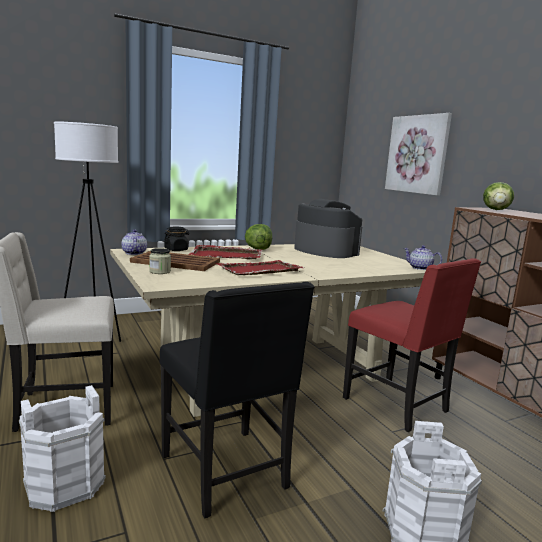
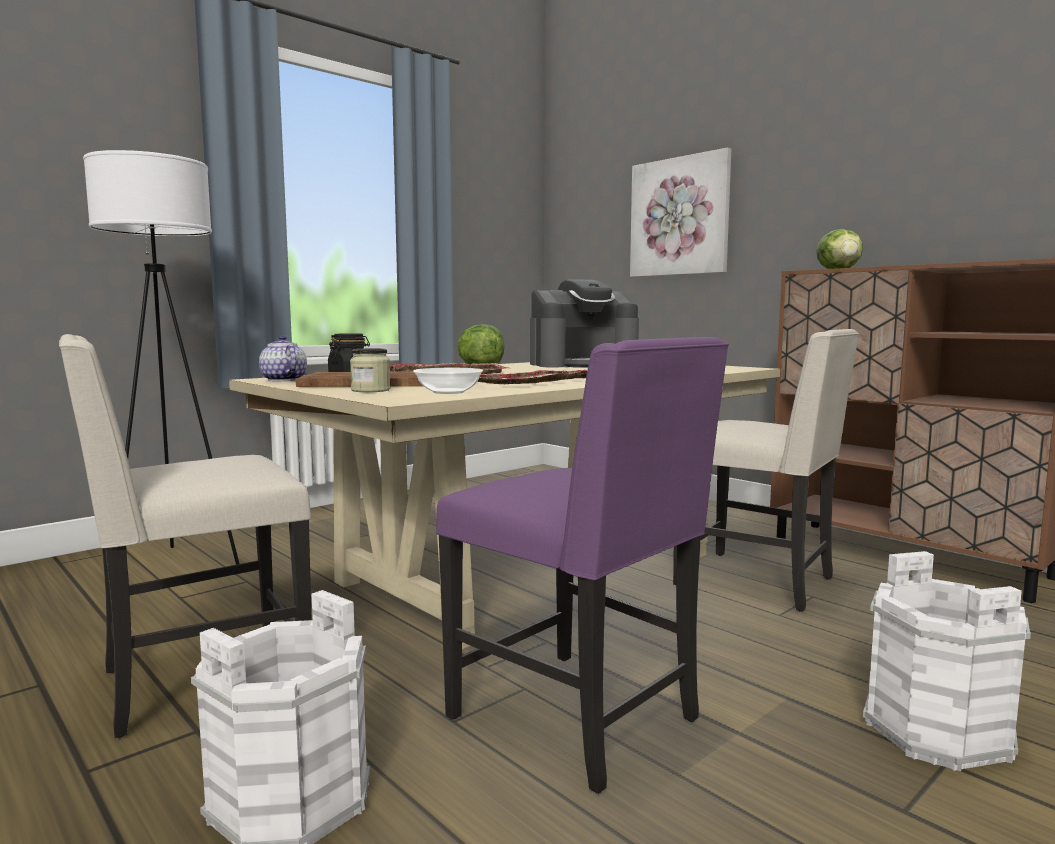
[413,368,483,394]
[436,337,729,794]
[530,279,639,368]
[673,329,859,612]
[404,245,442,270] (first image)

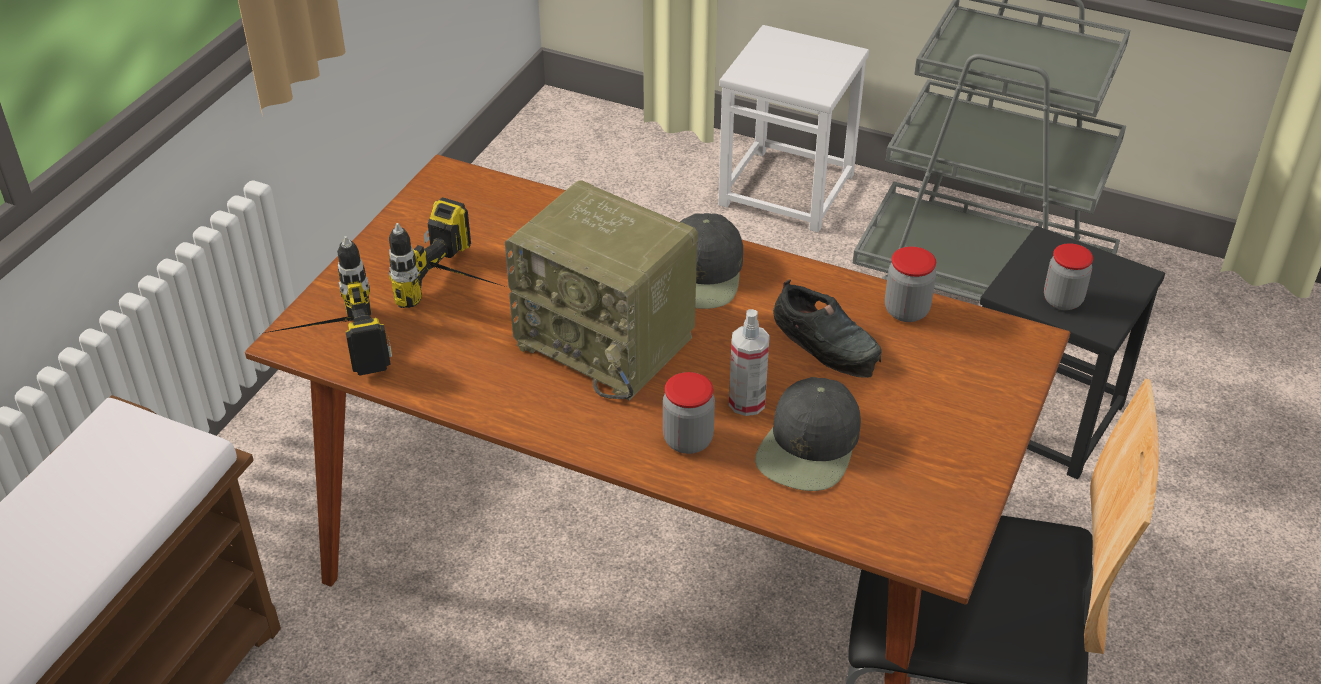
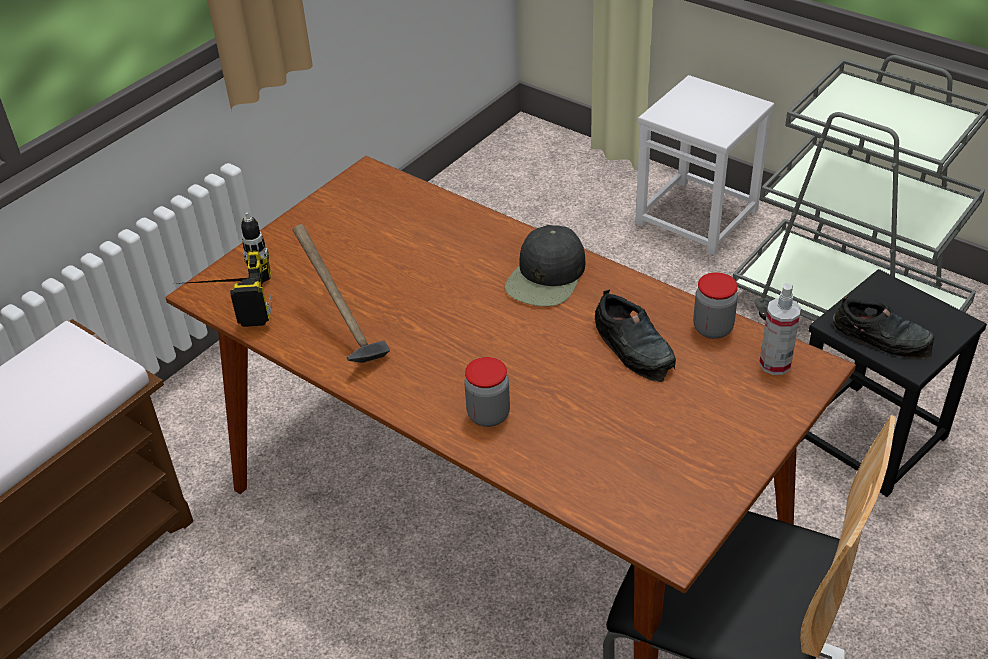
[293,224,390,363]
[759,283,801,375]
[833,296,934,359]
[389,197,506,308] (first image)
[505,180,698,401] (first image)
[755,377,861,491] (first image)

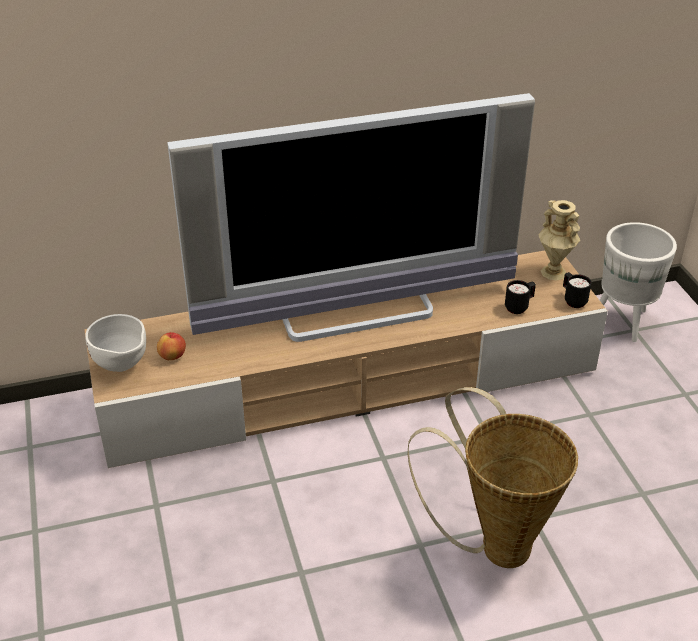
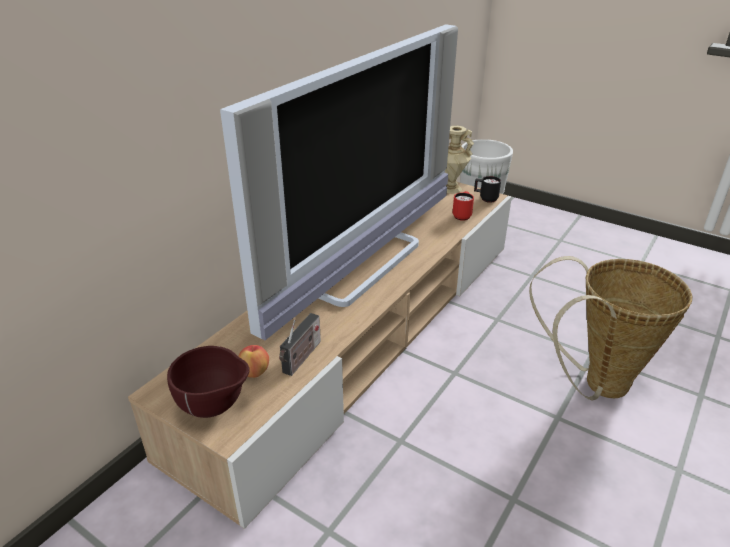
[167,346,250,418]
[279,313,321,376]
[453,191,474,221]

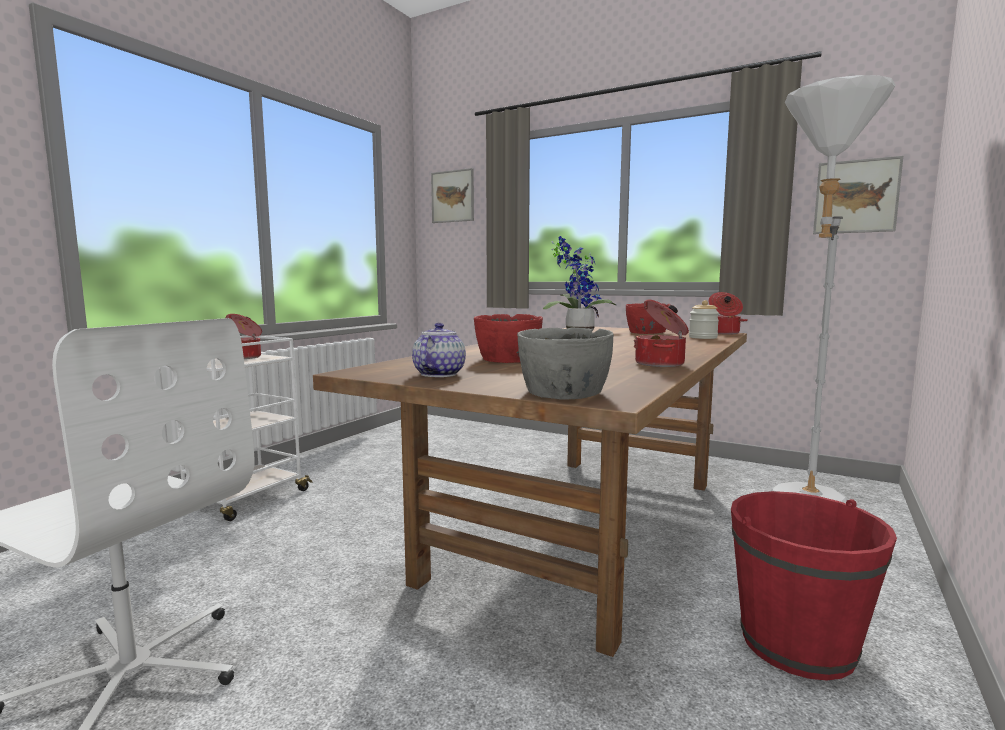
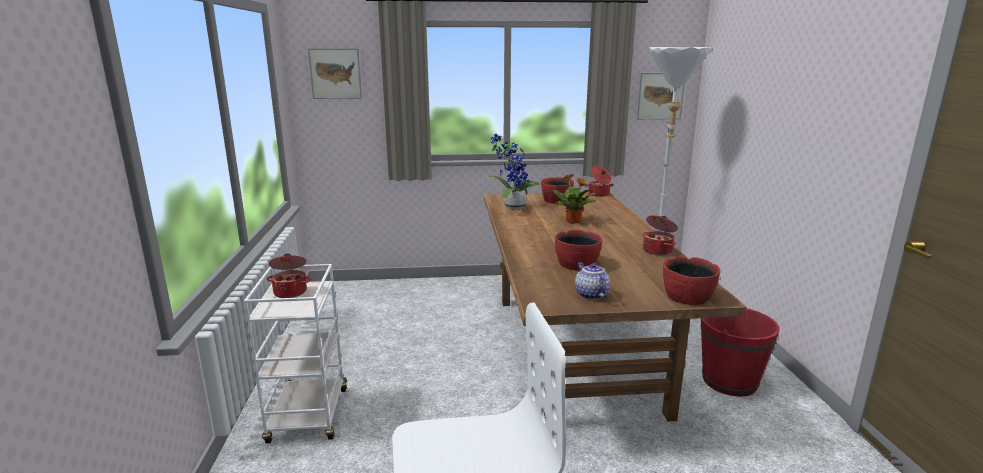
[553,174,596,224]
[663,257,720,305]
[689,300,719,339] (first image)

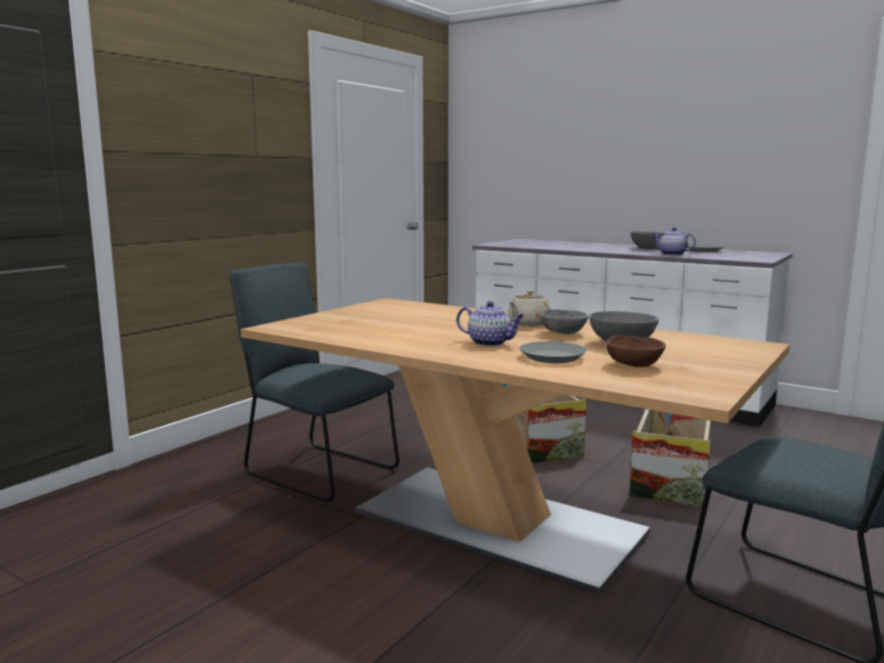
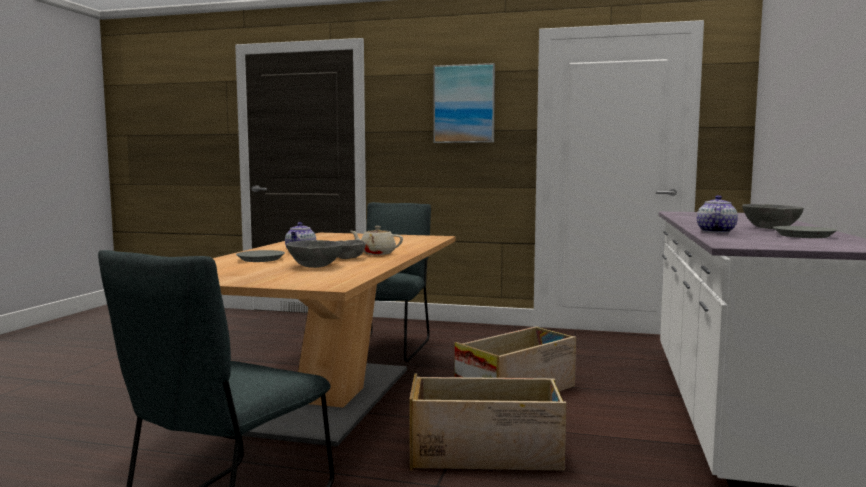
[433,63,495,143]
[606,335,666,367] (first image)

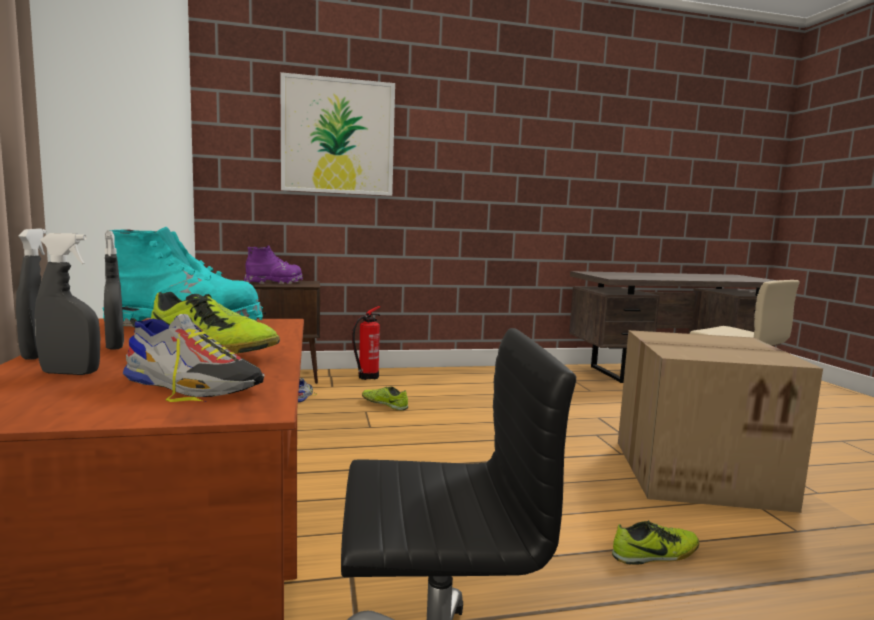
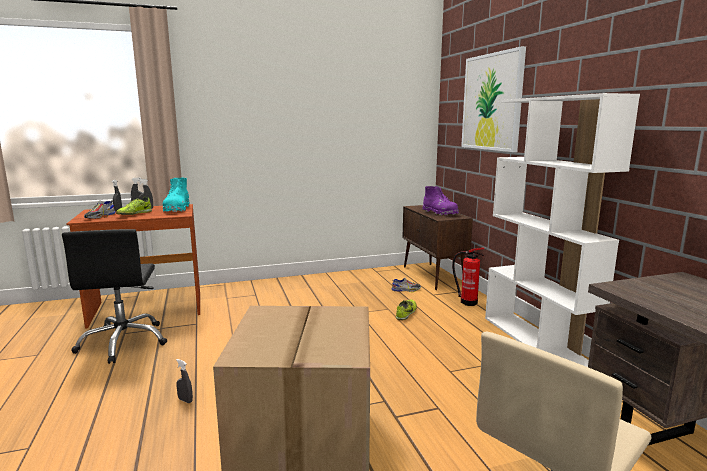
[176,359,193,403]
[485,93,640,367]

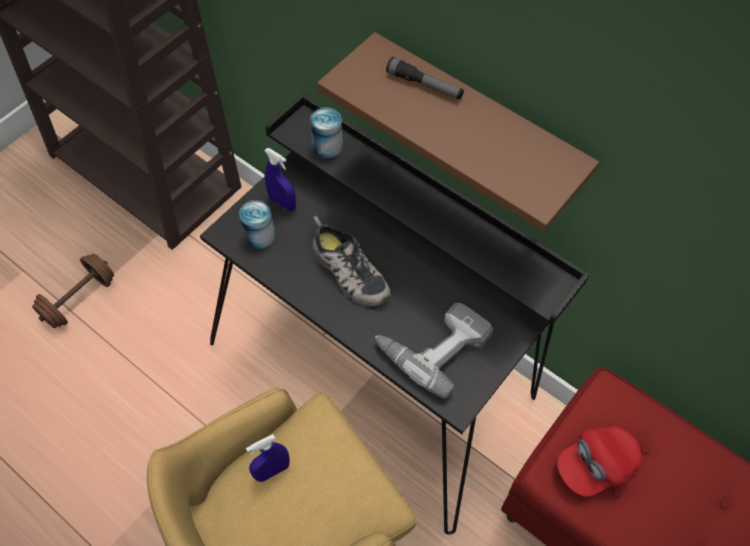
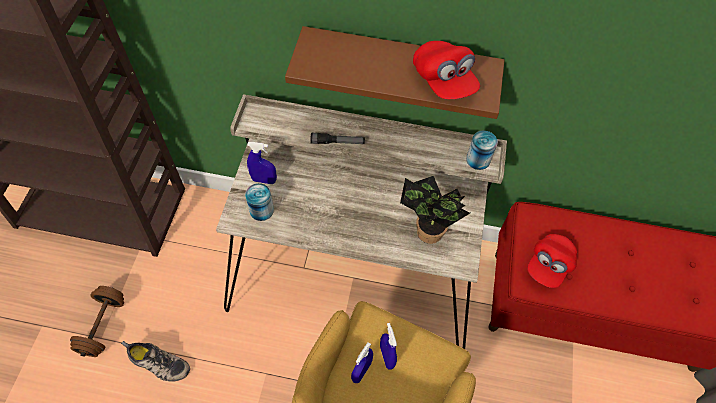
[121,341,190,382]
[216,94,507,349]
[310,133,365,144]
[380,323,397,370]
[400,176,470,244]
[413,41,480,99]
[466,131,498,170]

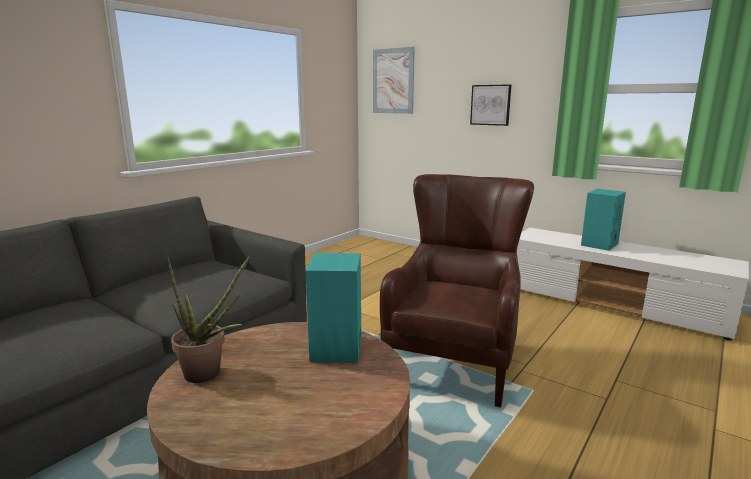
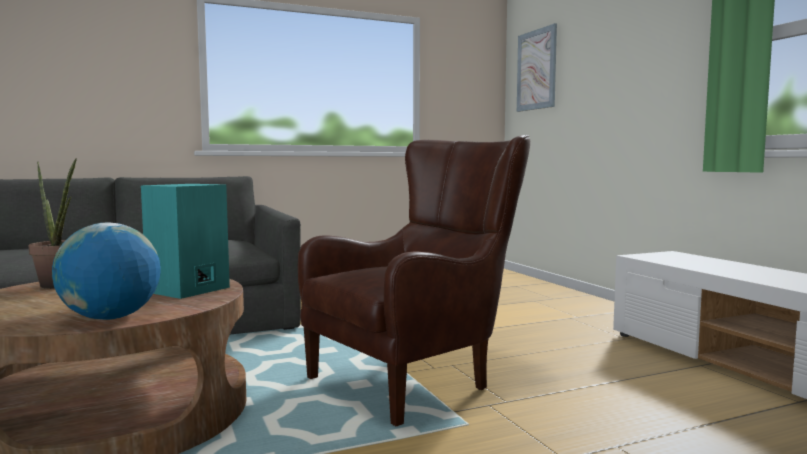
[52,222,161,320]
[470,84,511,126] (first image)
[581,189,626,251] (first image)

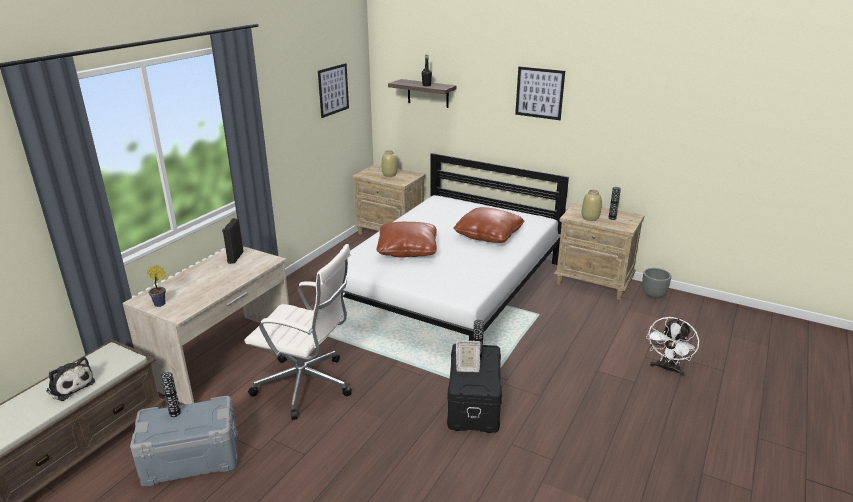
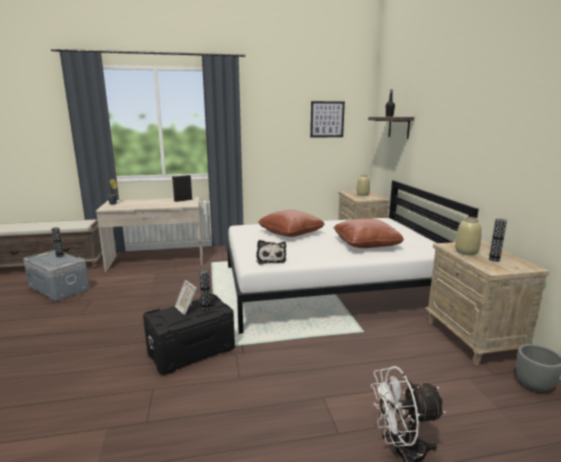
[256,240,286,264]
[244,244,352,420] (first image)
[515,67,565,120] (first image)

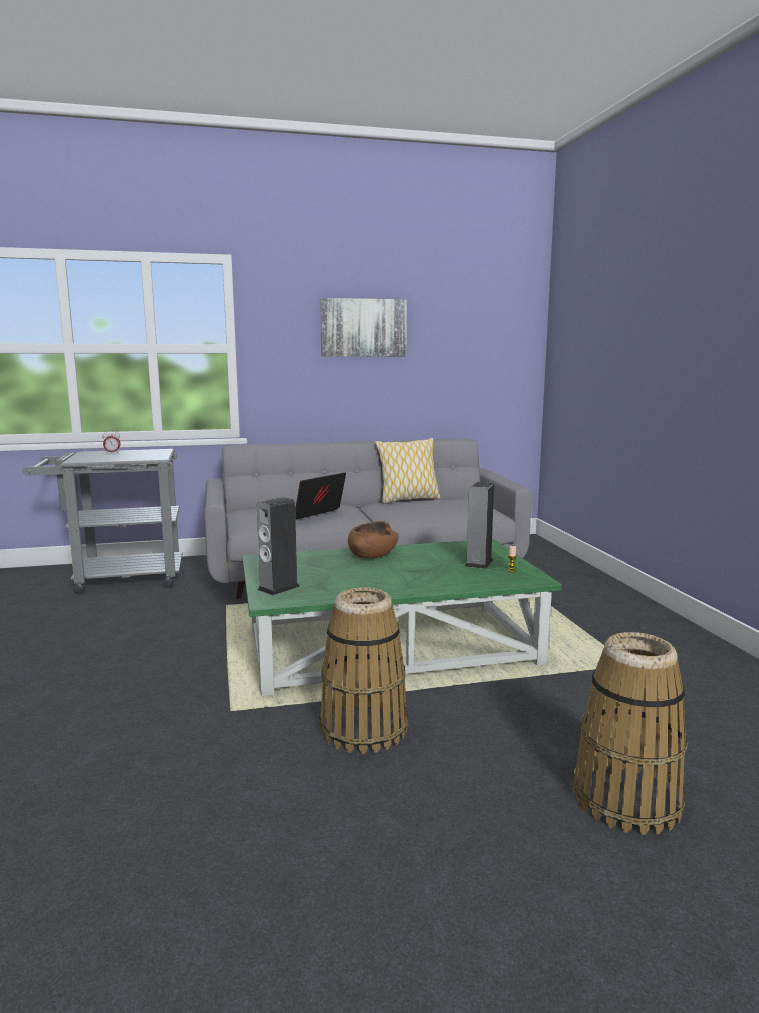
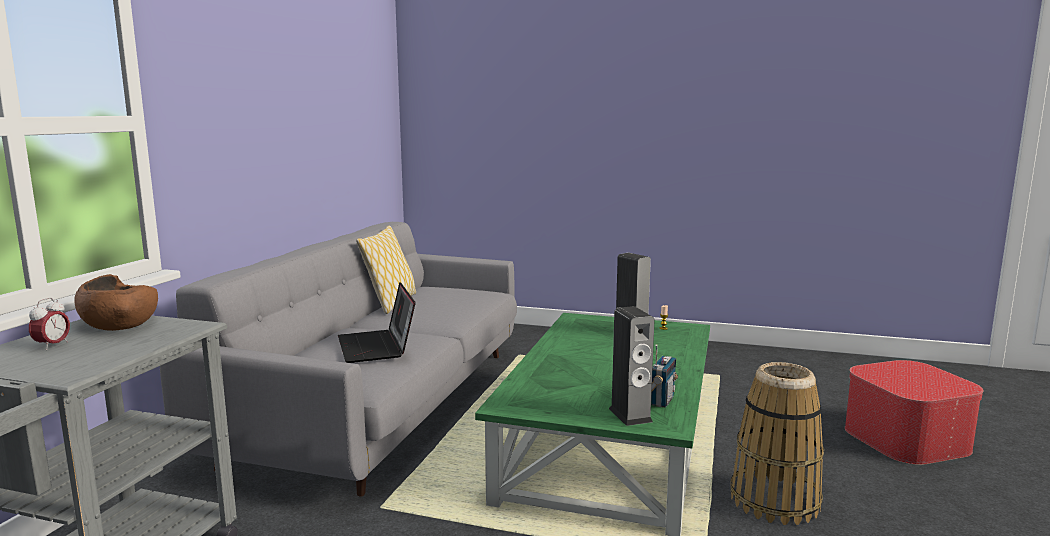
[74,274,158,331]
[651,344,678,408]
[845,360,984,465]
[320,298,407,357] (first image)

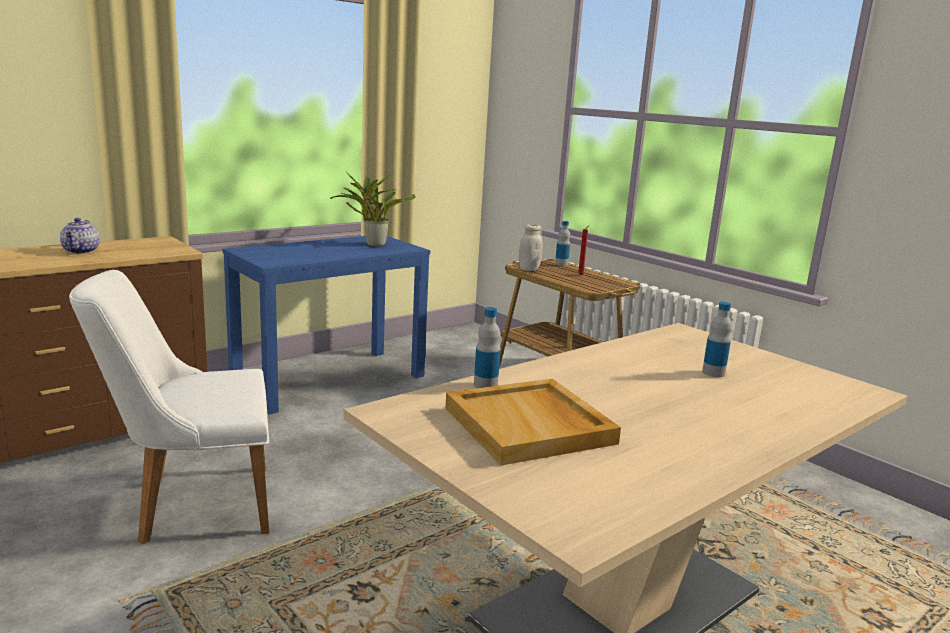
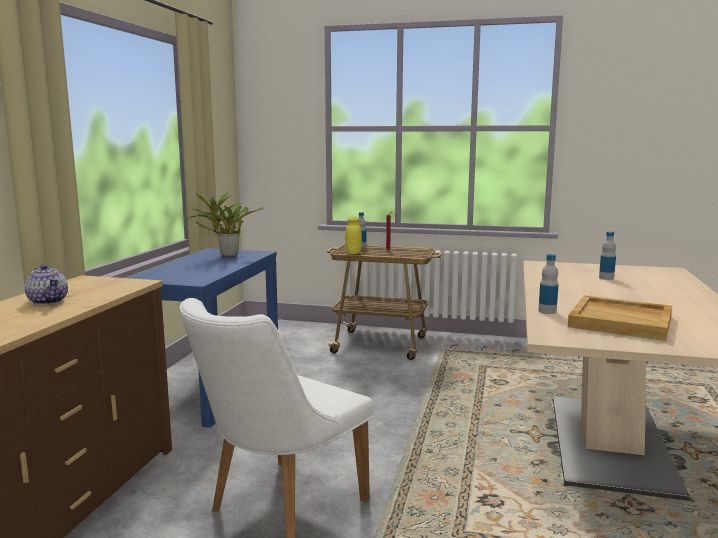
[345,217,362,254]

